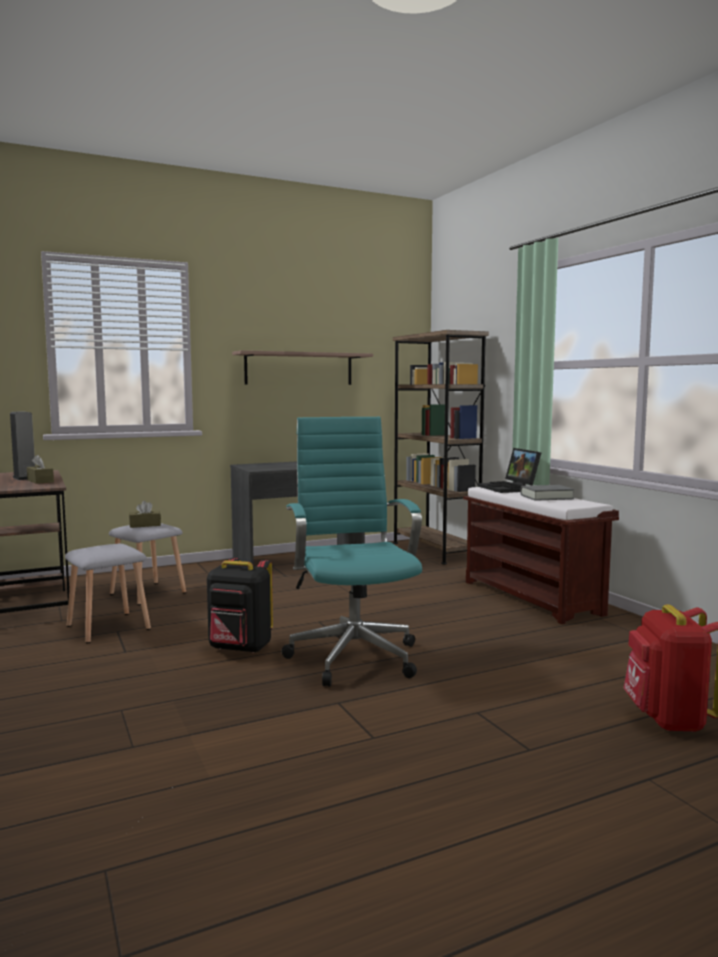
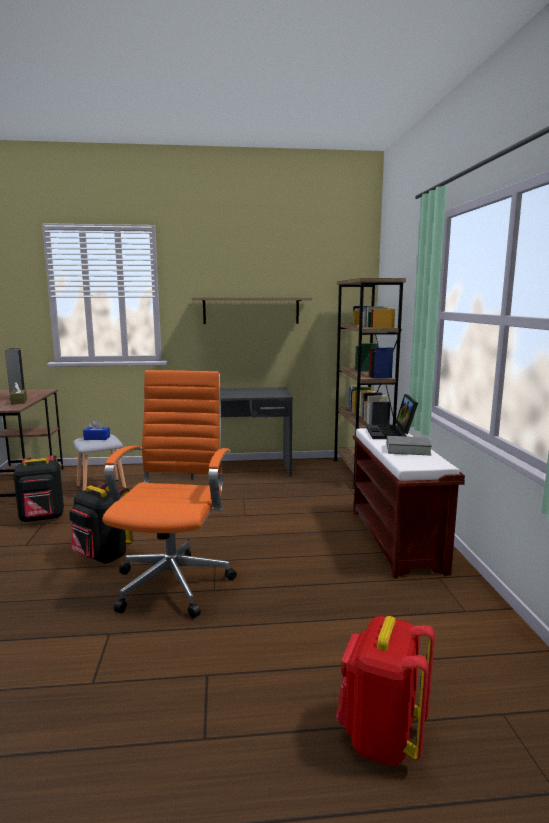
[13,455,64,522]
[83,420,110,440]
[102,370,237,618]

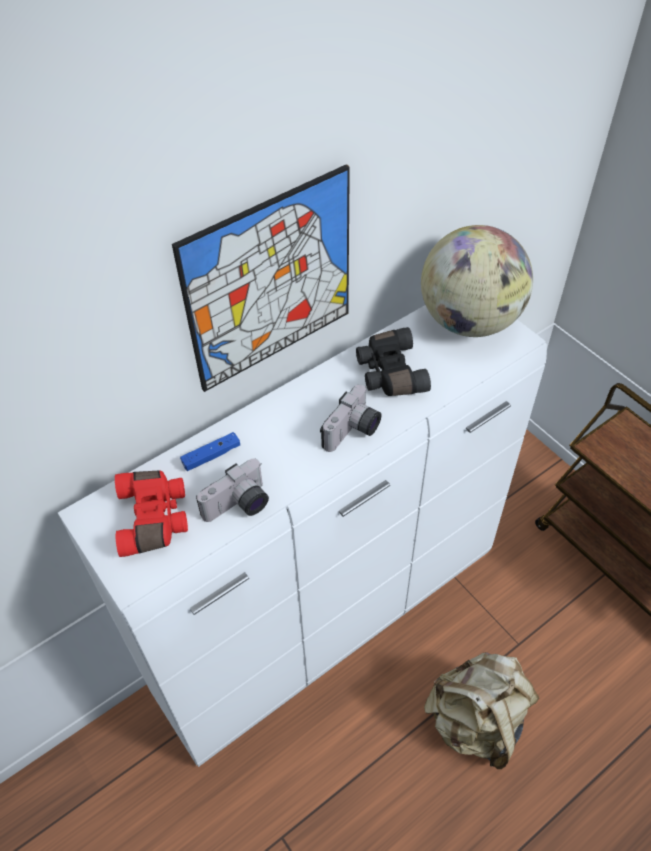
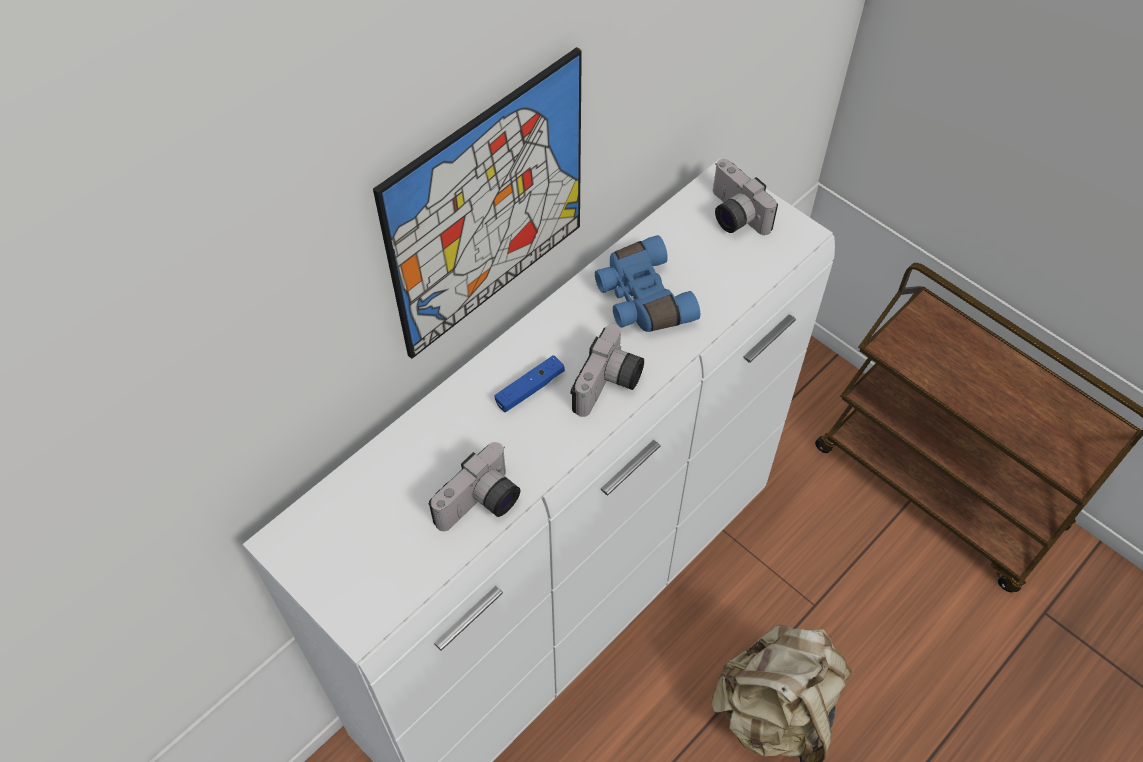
[494,355,565,412]
[595,235,700,332]
[713,159,778,235]
[115,470,188,557] (first image)

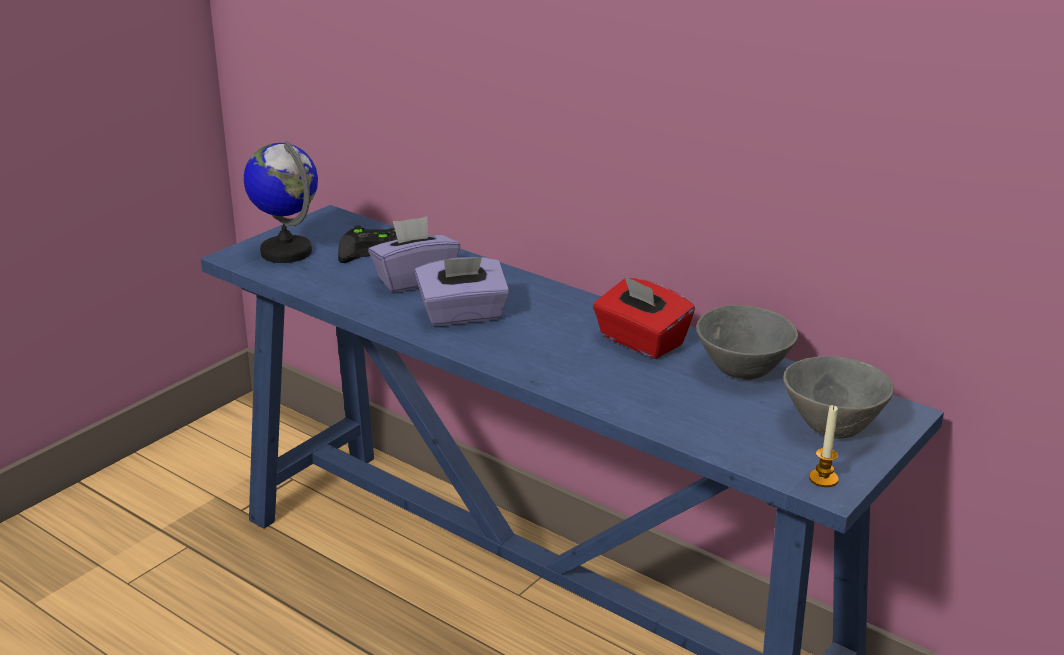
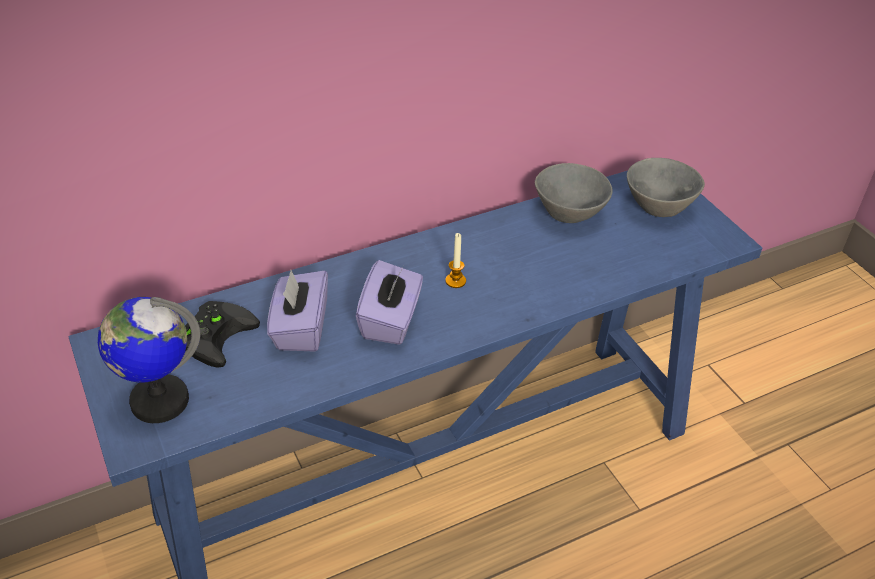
[445,233,466,288]
[593,275,695,359] (first image)

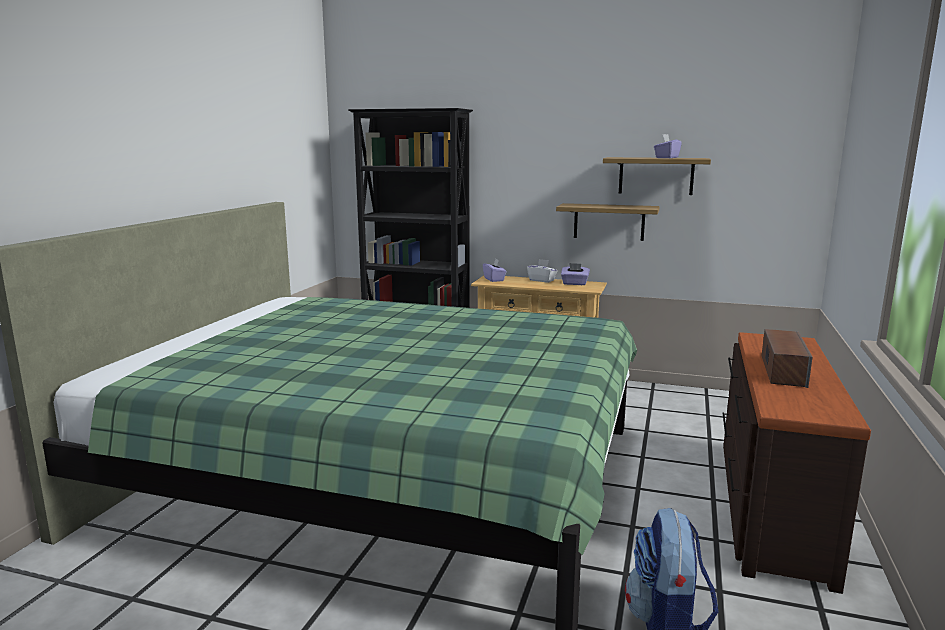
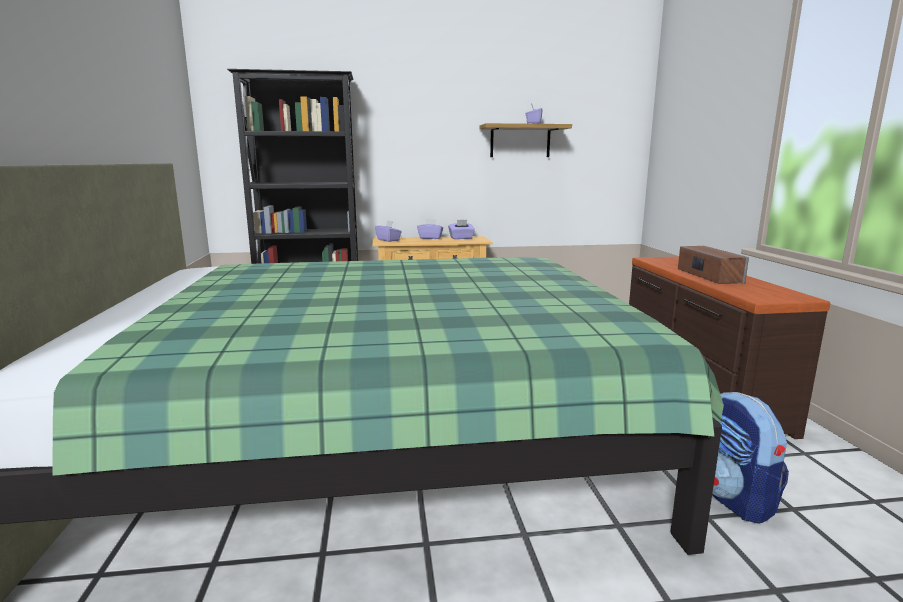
[417,219,443,239]
[556,203,660,241] (first image)

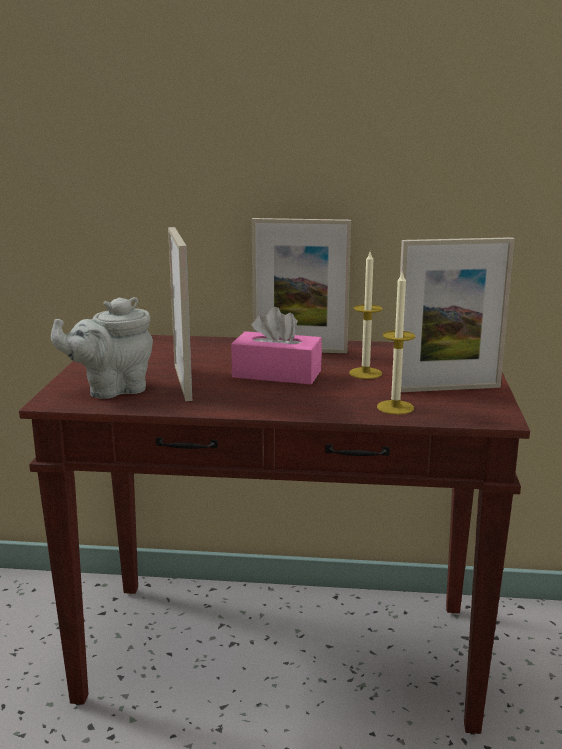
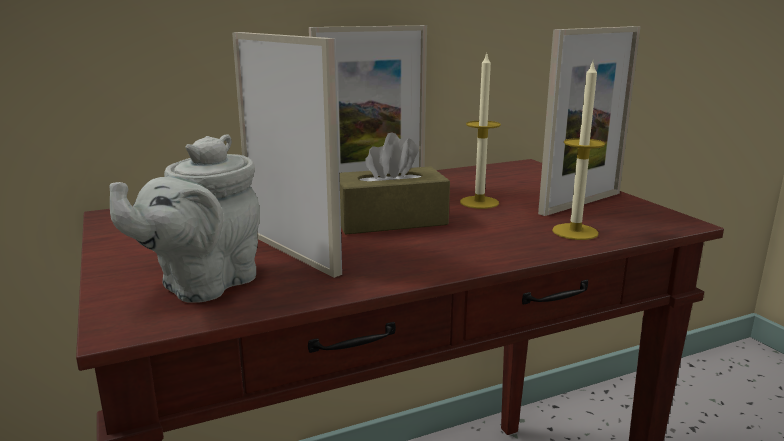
[339,132,450,234]

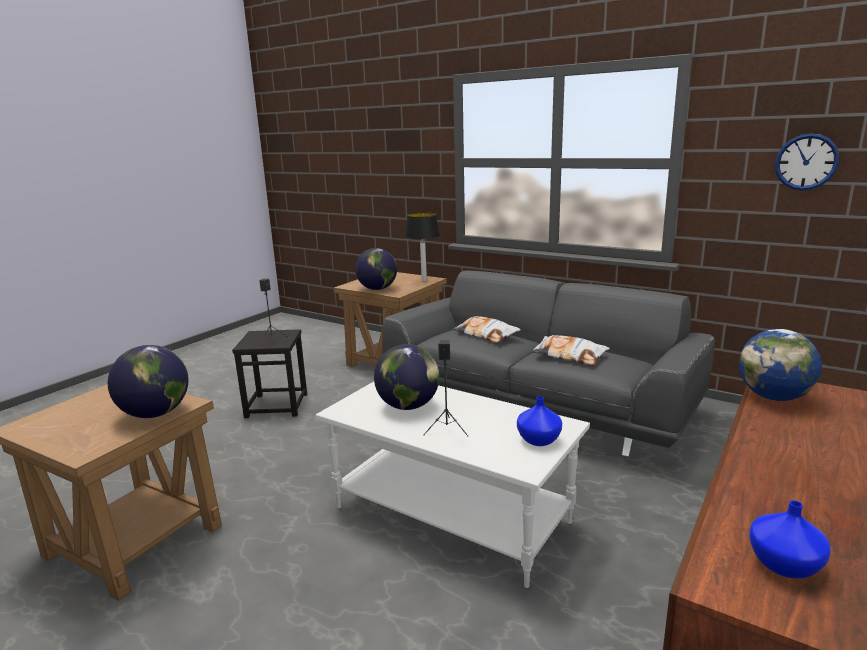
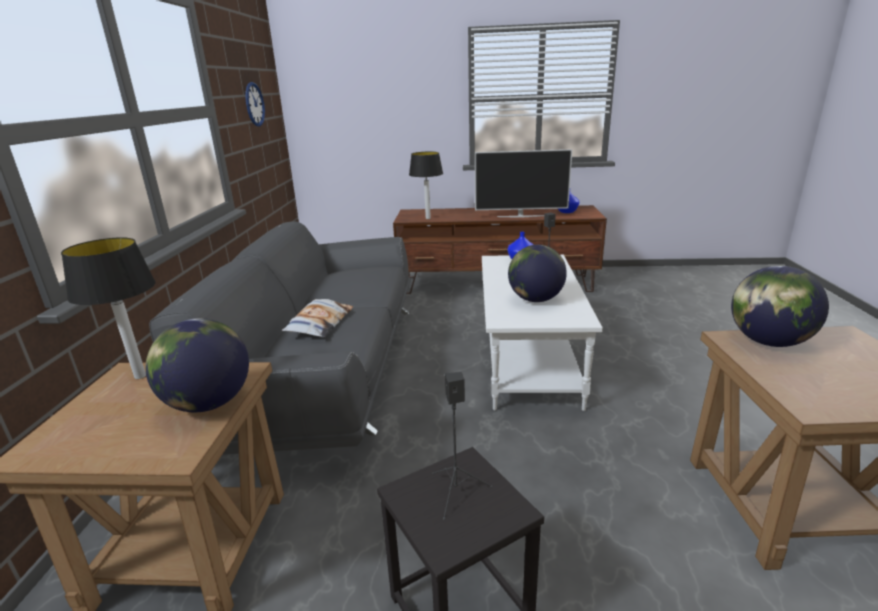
[409,152,443,219]
[475,149,572,218]
[530,335,610,365] (first image)

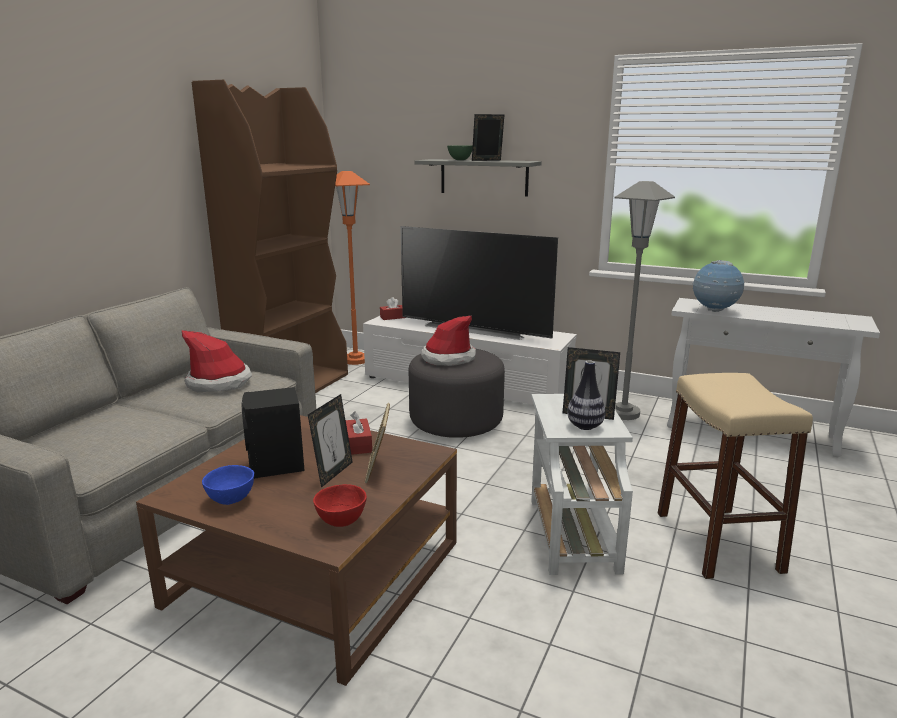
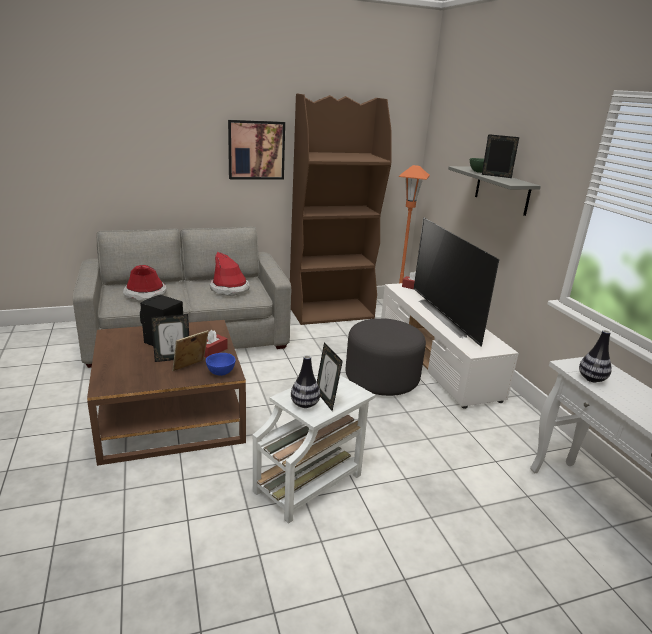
[123,265,167,301]
[206,353,236,376]
[228,120,285,180]
[579,330,612,382]
[313,484,367,527] (first image)
[614,181,675,420] (first image)
[658,373,813,579] (first image)

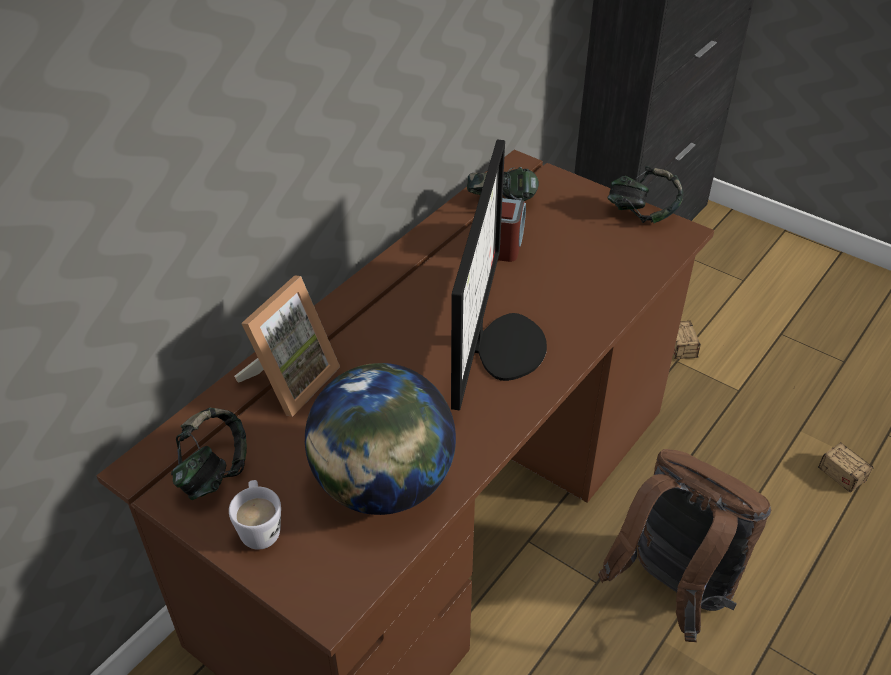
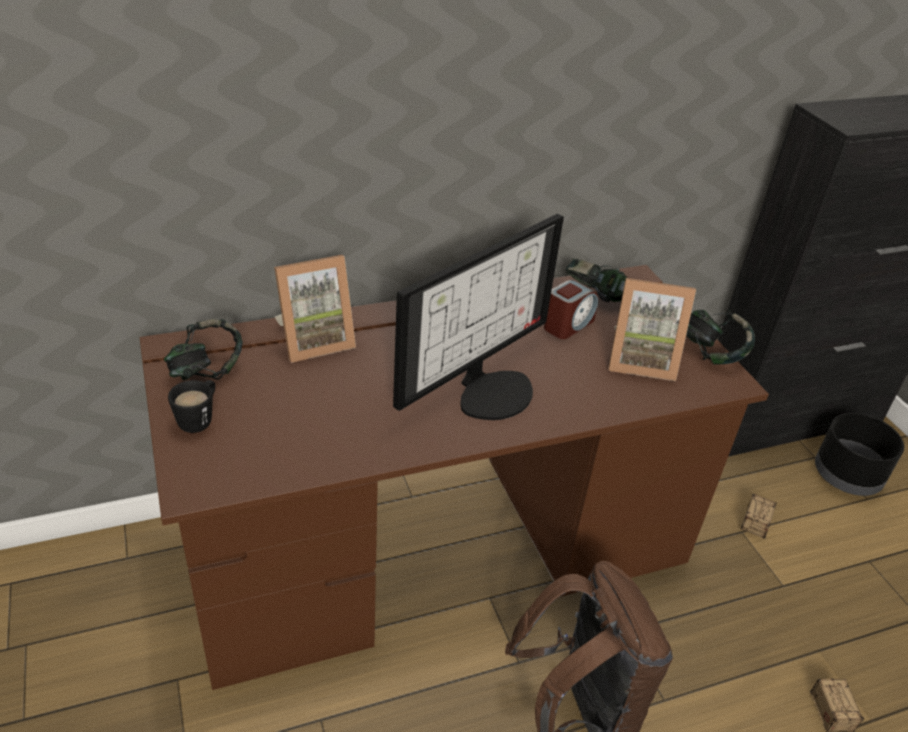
[168,380,215,433]
[608,278,696,381]
[815,413,904,496]
[305,363,456,515] (first image)

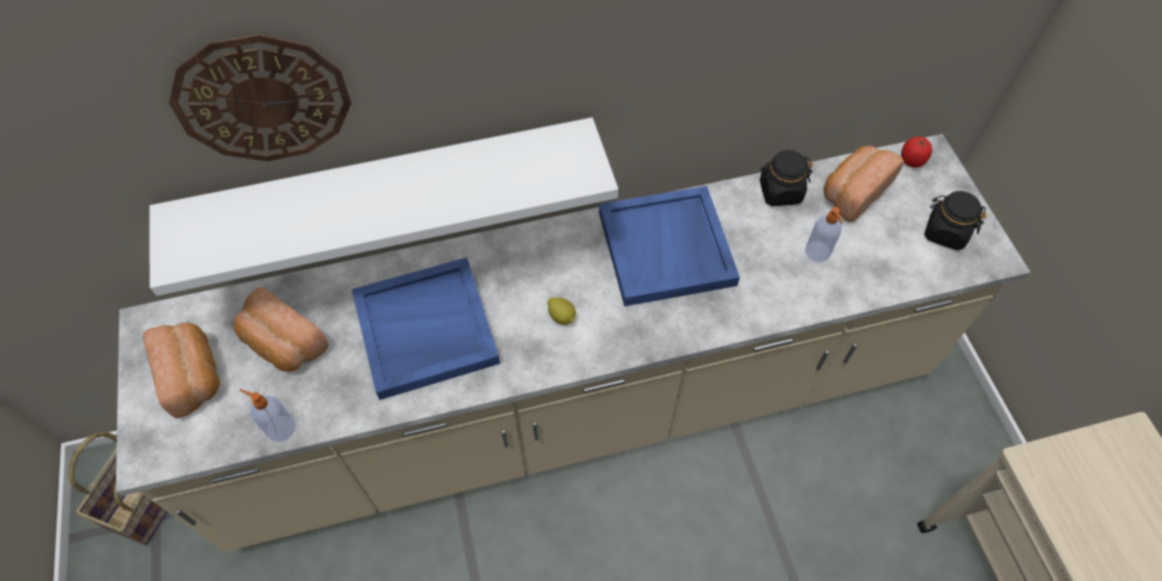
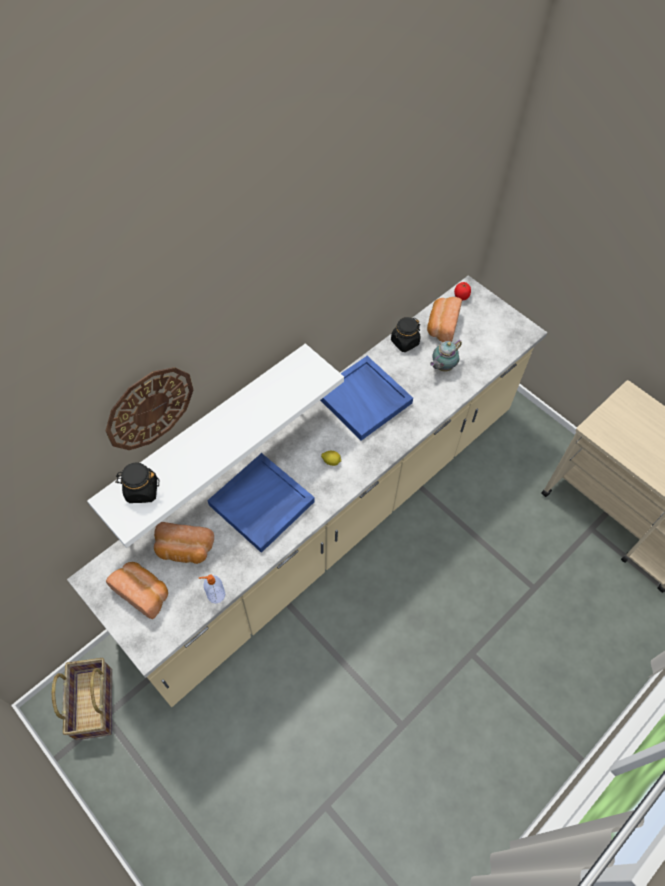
[115,462,159,503]
[430,339,462,372]

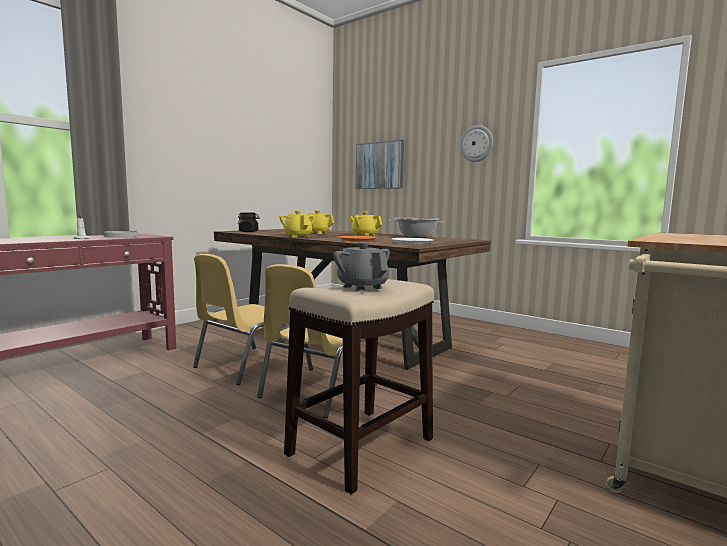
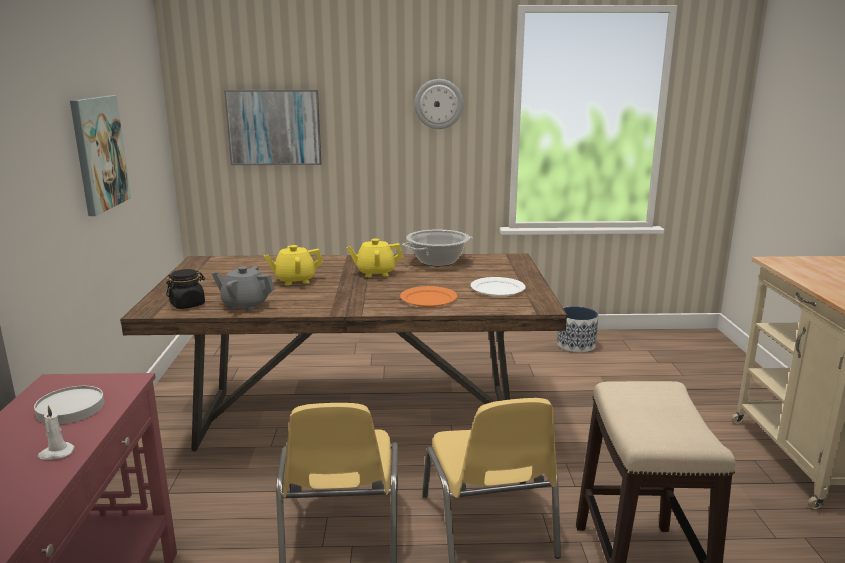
[70,95,131,216]
[212,266,275,311]
[557,306,598,352]
[279,211,315,237] (first image)

